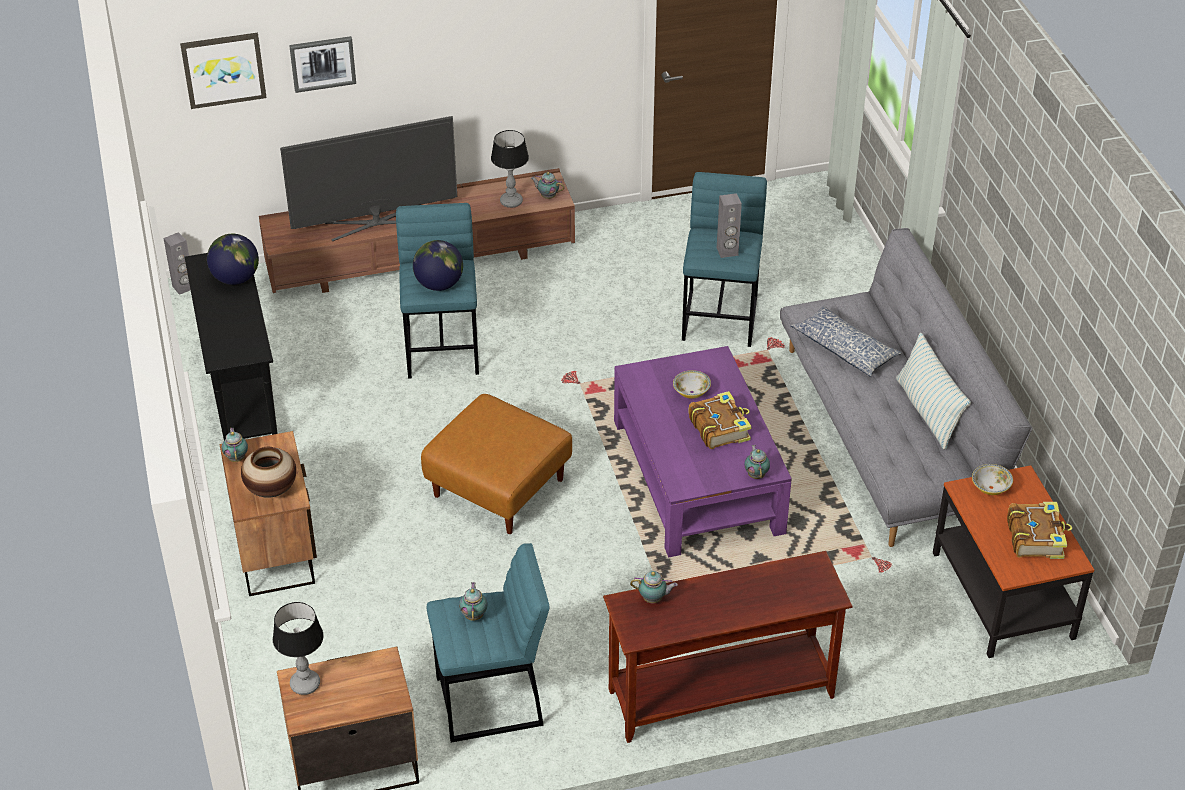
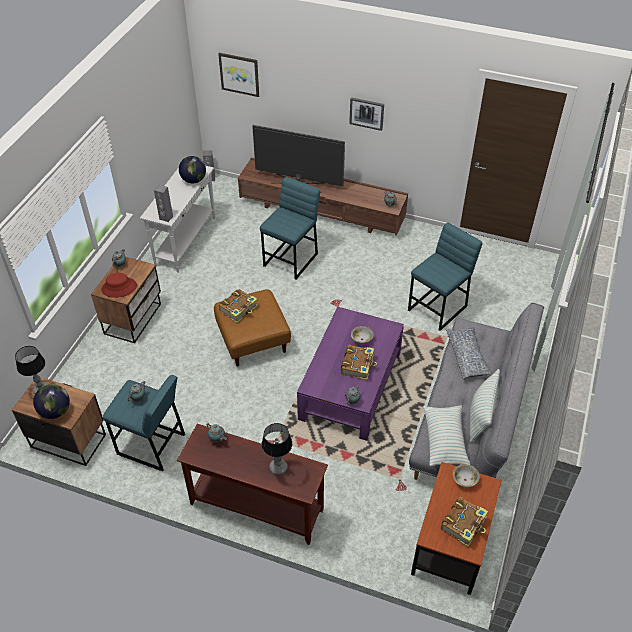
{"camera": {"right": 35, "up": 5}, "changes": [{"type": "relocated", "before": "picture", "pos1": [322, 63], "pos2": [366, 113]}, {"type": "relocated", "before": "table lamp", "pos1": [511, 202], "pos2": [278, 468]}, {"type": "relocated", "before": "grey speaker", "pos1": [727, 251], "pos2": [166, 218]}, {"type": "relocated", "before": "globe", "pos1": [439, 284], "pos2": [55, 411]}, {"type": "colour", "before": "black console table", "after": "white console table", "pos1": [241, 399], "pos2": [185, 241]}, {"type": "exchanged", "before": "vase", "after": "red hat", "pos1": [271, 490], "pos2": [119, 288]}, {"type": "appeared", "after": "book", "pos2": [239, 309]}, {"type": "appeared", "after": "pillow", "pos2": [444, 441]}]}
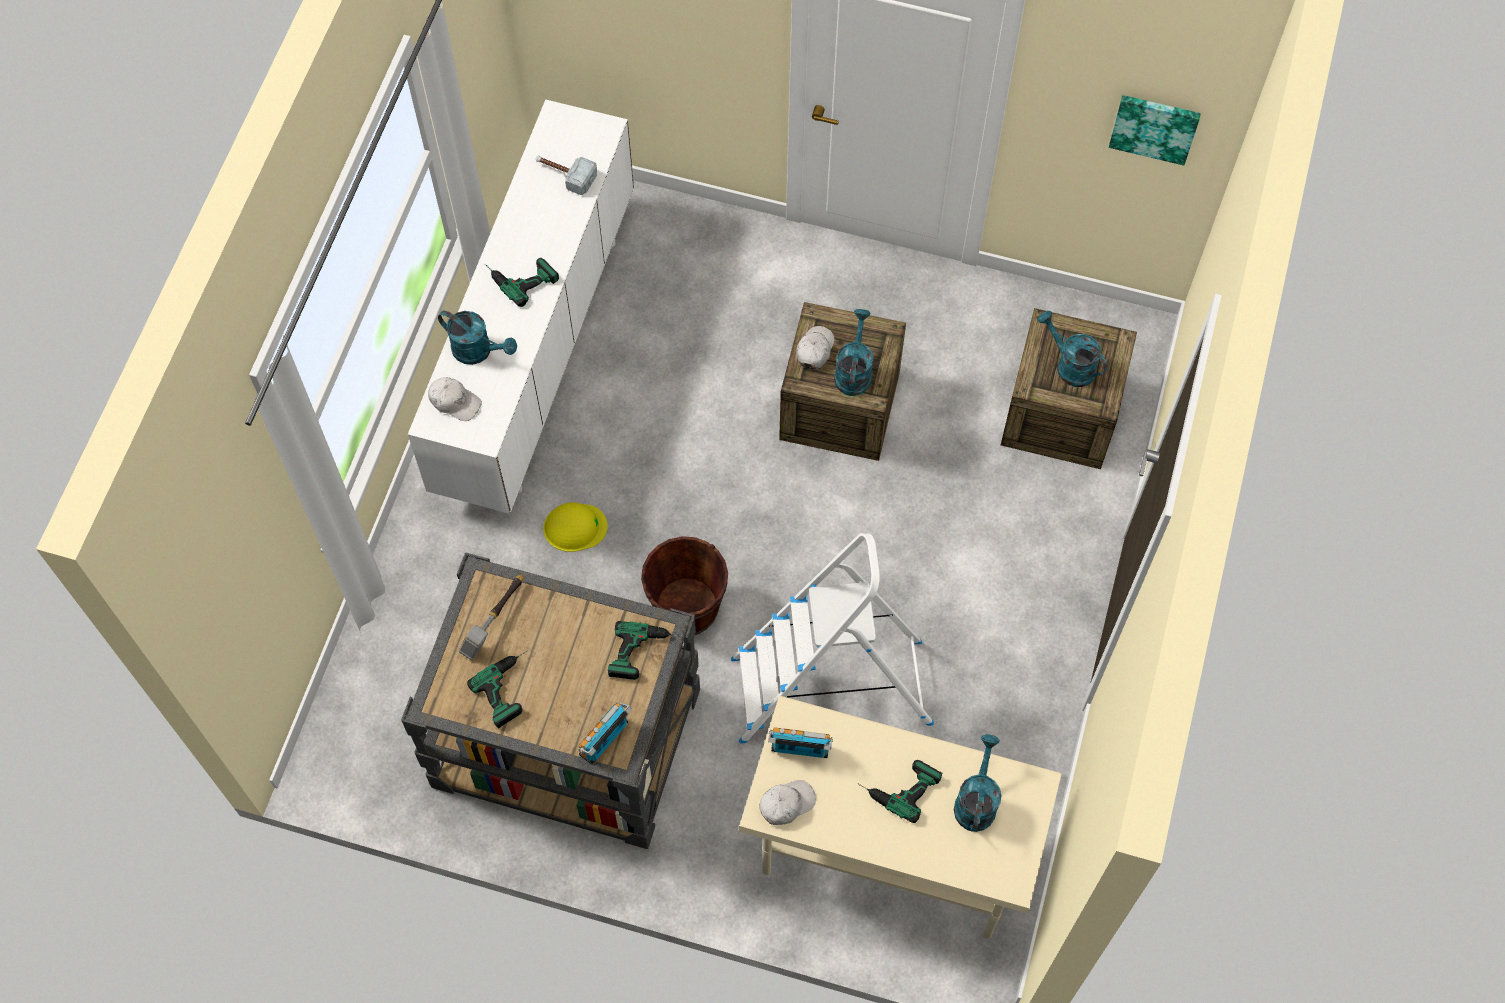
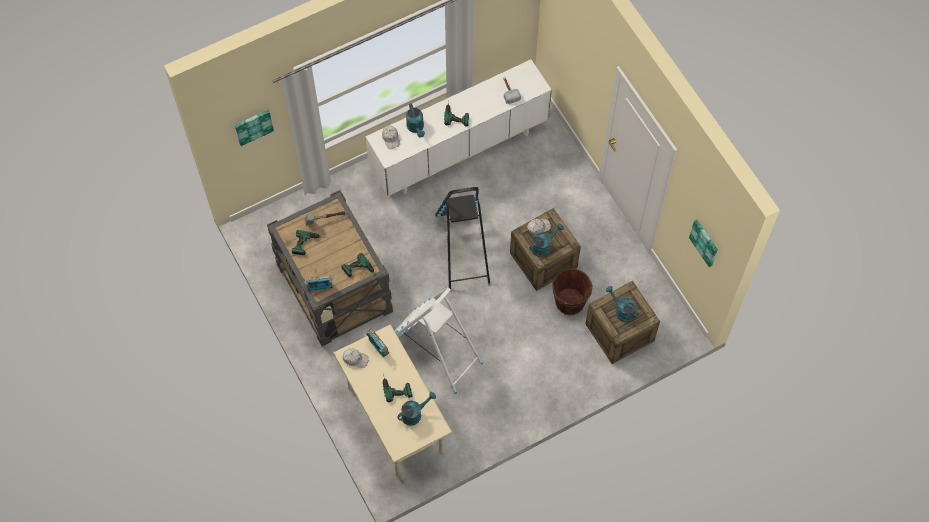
{"camera": {"right": 45, "up": 0}, "changes": [{"type": "spun", "before": "turquoise watering can", "pos1": [1069, 365], "pos2": [622, 311], "turn": -45}, {"type": "missing", "before": "yellow hard hat", "pos1": [574, 527]}, {"type": "relocated", "before": "brown bucket", "pos1": [687, 608], "pos2": [570, 302]}, {"type": "appeared", "after": "picture", "pos2": [253, 126]}, {"type": "appeared", "after": "black step ladder", "pos2": [462, 248]}]}
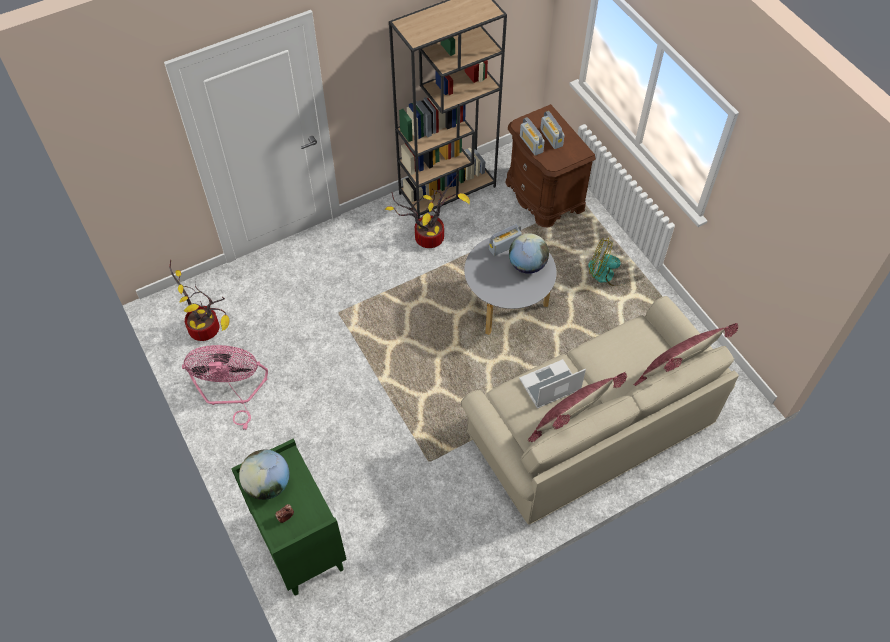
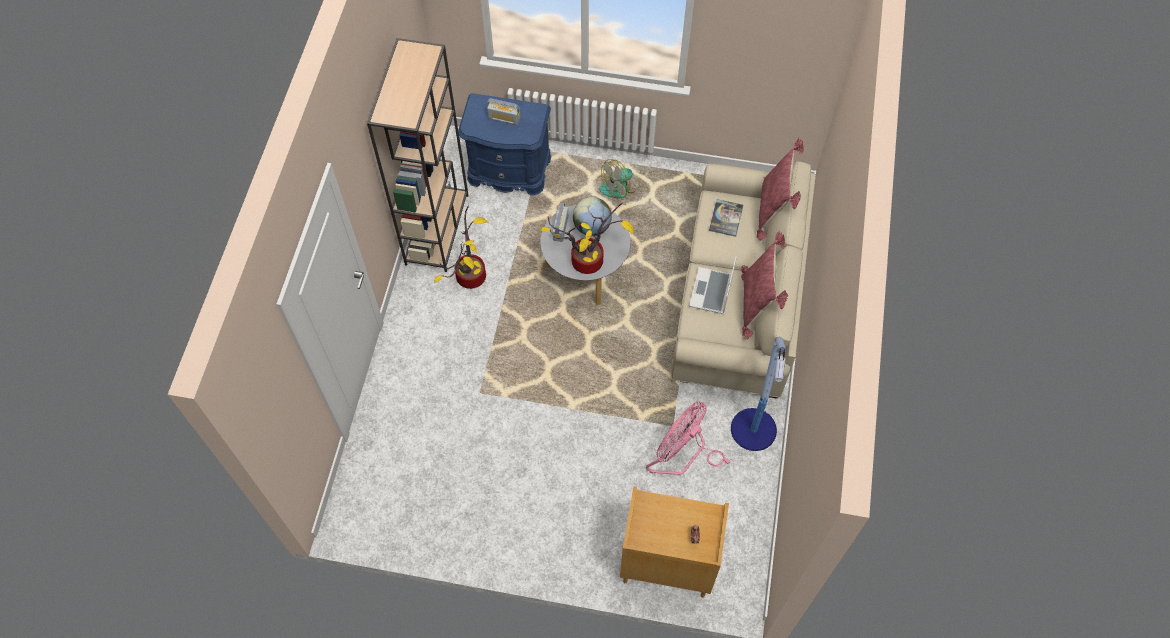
{"camera": {"right": -50, "up": 5}, "changes": [{"type": "colour", "before": "brown nightstand", "after": "blue nightstand", "pos1": [542, 196], "pos2": [509, 172]}, {"type": "missing", "before": "radio", "pos1": [531, 144]}, {"type": "relocated", "before": "potted plant", "pos1": [207, 328], "pos2": [589, 259]}, {"type": "relocated", "before": "pink fan", "pos1": [231, 393], "pos2": [686, 451]}, {"type": "colour", "before": "green cabinet", "after": "brown cabinet", "pos1": [301, 546], "pos2": [666, 565]}, {"type": "missing", "before": "globe", "pos1": [268, 484]}, {"type": "appeared", "after": "book", "pos2": [726, 218]}, {"type": "appeared", "after": "floor lamp", "pos2": [753, 431]}]}
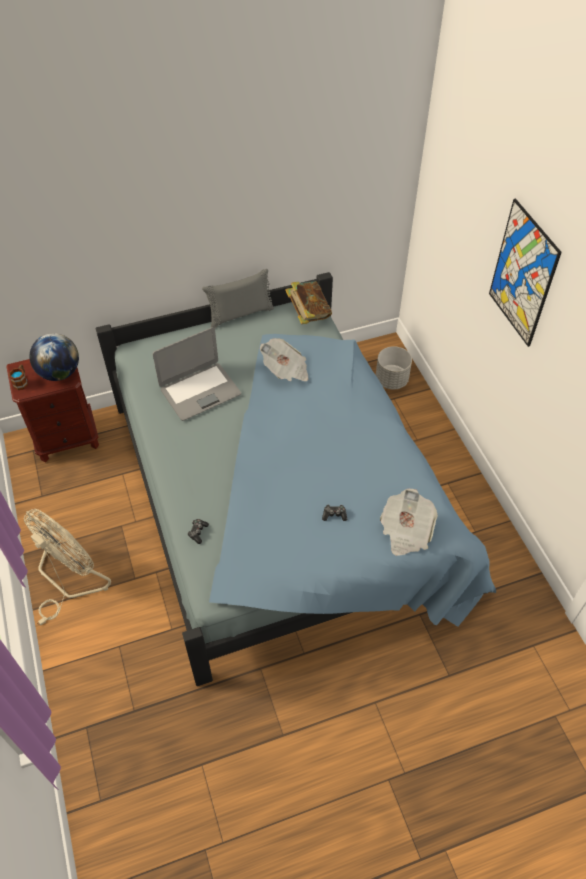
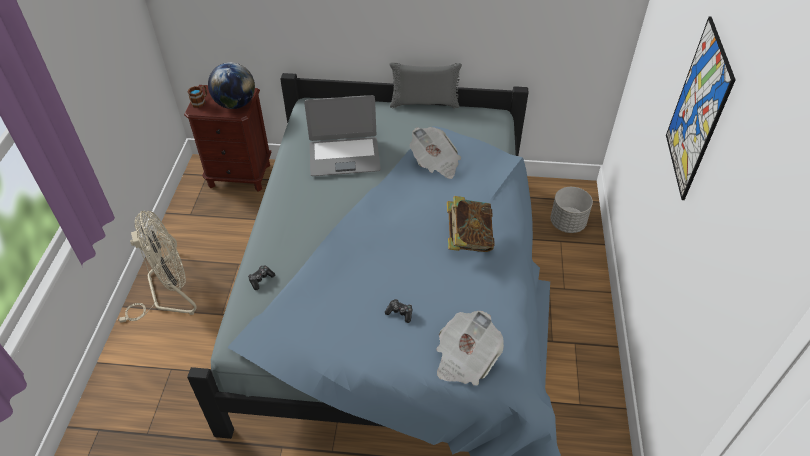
{"camera": {"right": 25, "up": -5}, "changes": [{"type": "relocated", "before": "book", "pos1": [308, 314], "pos2": [468, 239]}]}
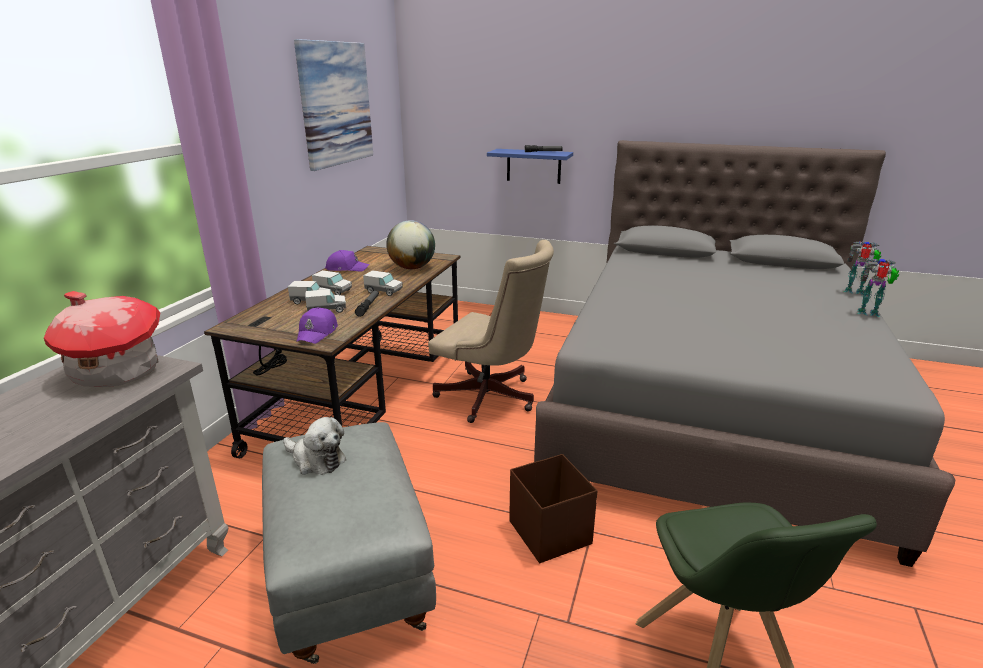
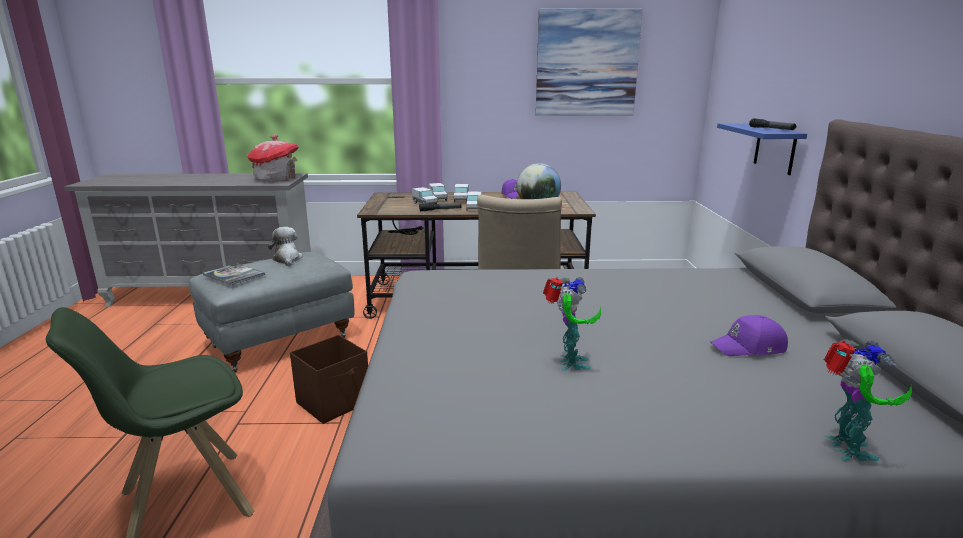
{"camera": {"right": 70, "up": -5}, "changes": [{"type": "relocated", "before": "toy robot", "pos1": [869, 313], "pos2": [569, 363]}, {"type": "relocated", "before": "purple cap", "pos1": [317, 333], "pos2": [749, 347]}, {"type": "spun", "before": "plush toy", "pos1": [316, 460], "pos2": [287, 259], "turn": 150}, {"type": "appeared", "after": "book", "pos2": [234, 275]}]}
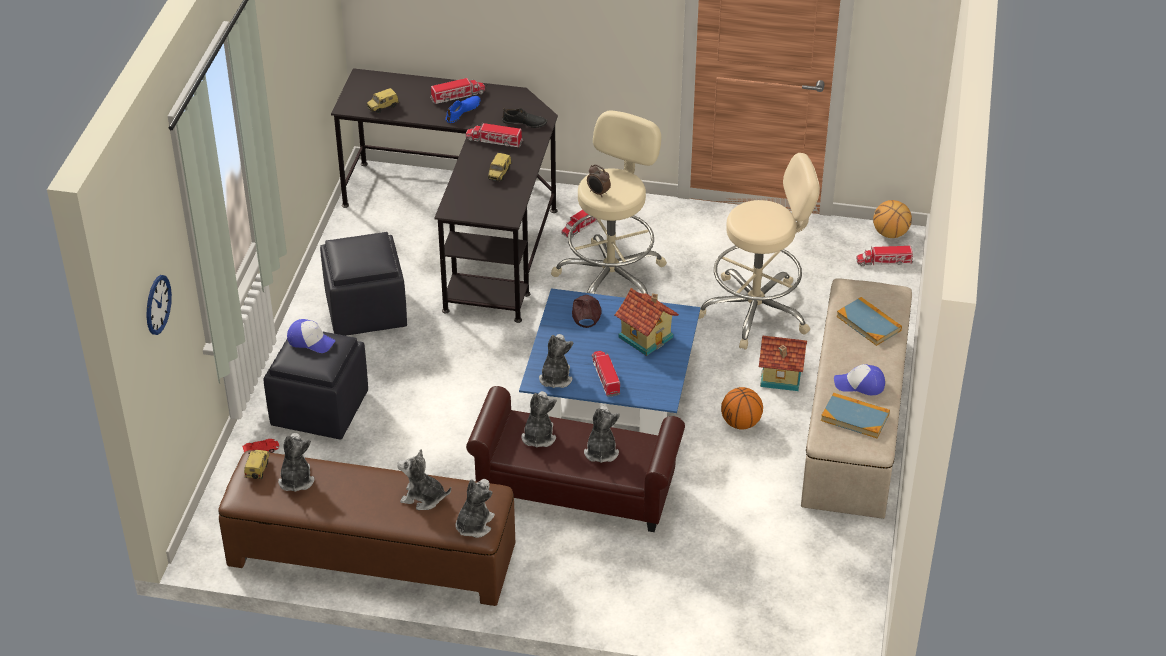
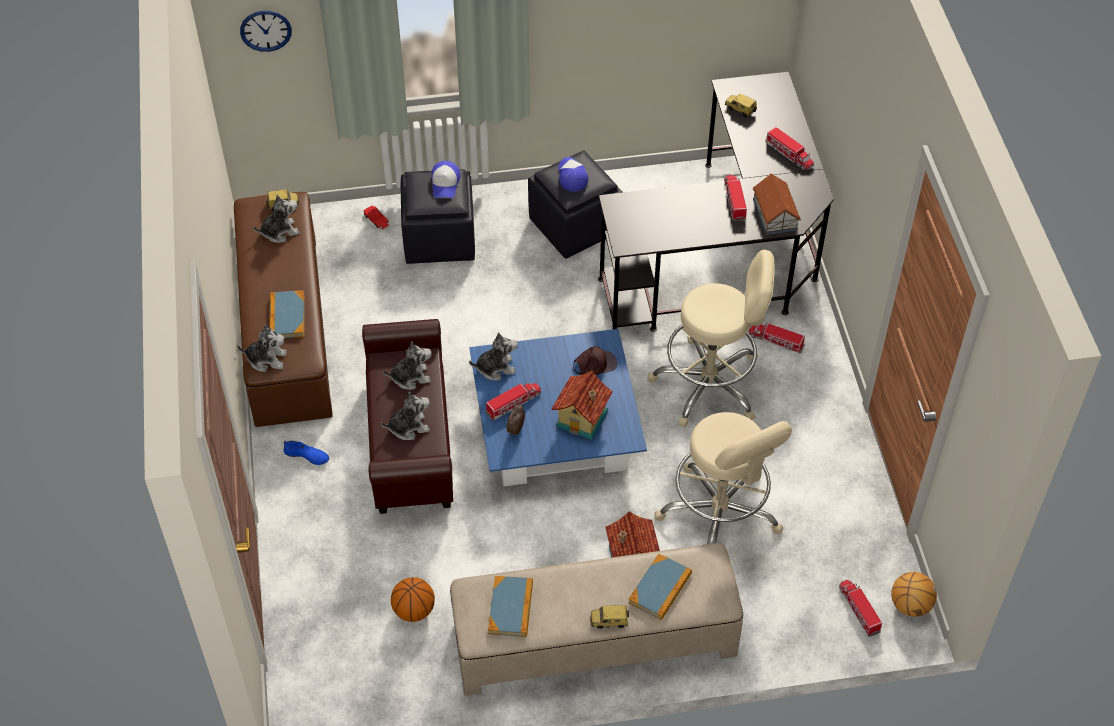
{"camera": {"right": 70, "up": 10}, "changes": [{"type": "relocated", "before": "blue shoe", "pos1": [463, 112], "pos2": [307, 456]}, {"type": "exchanged", "before": "black shoe", "after": "toy house", "pos1": [524, 123], "pos2": [775, 214]}, {"type": "relocated", "before": "toy car", "pos1": [500, 174], "pos2": [609, 622]}, {"type": "relocated", "before": "alarm clock", "pos1": [598, 193], "pos2": [515, 430]}, {"type": "relocated", "before": "cap", "pos1": [859, 384], "pos2": [571, 176]}, {"type": "relocated", "before": "basketball", "pos1": [740, 423], "pos2": [414, 610]}, {"type": "exchanged", "before": "plush toy", "after": "book", "pos1": [423, 498], "pos2": [287, 316]}]}
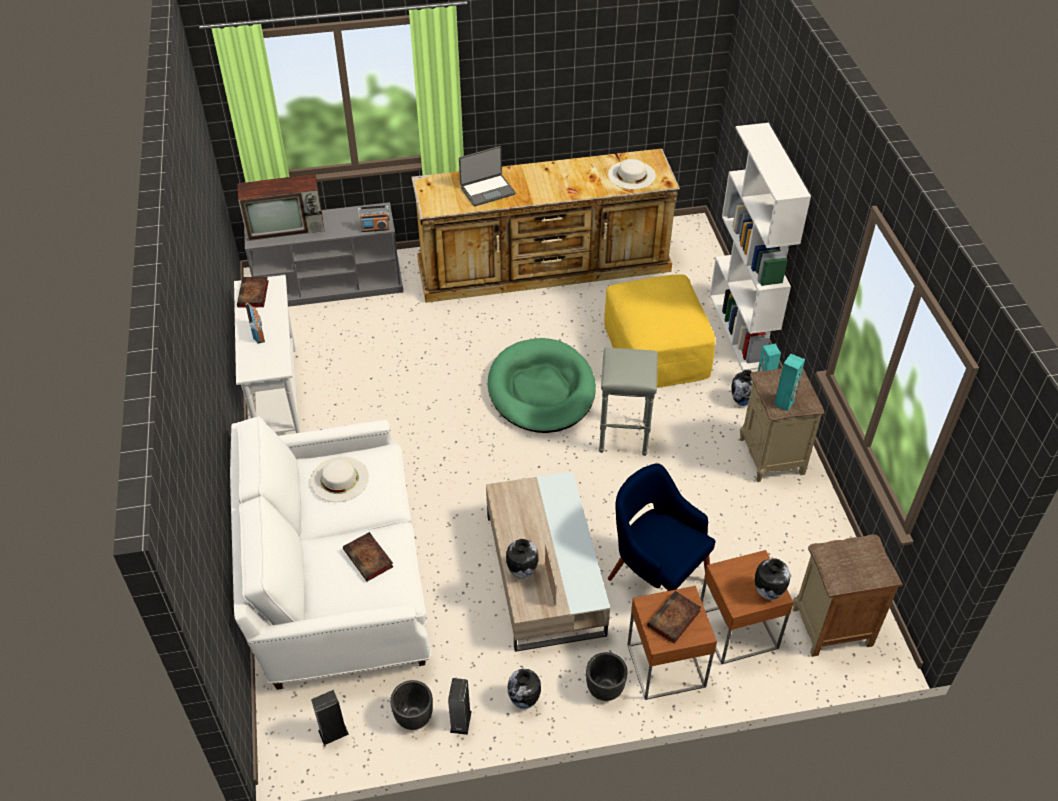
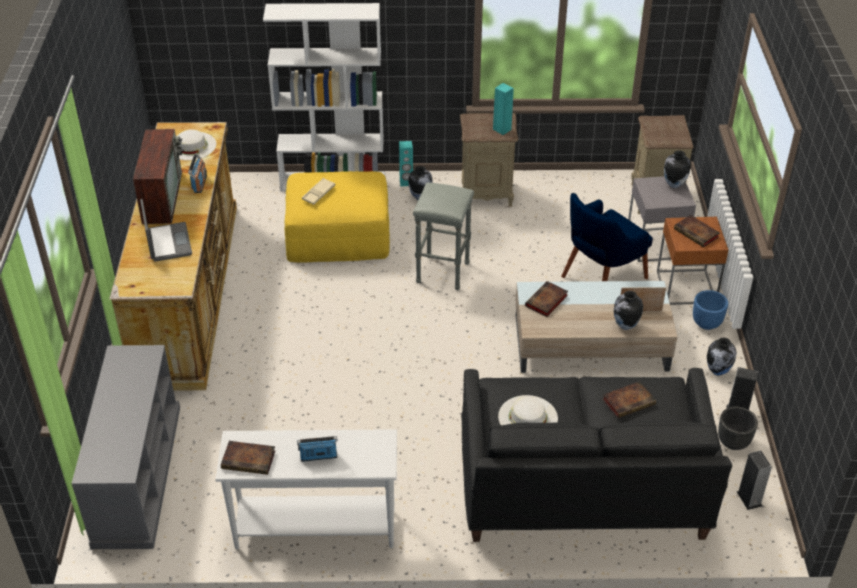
{"camera": {"right": -80, "up": -5}, "changes": [{"type": "relocated", "before": "television", "pos1": [287, 227], "pos2": [162, 196]}, {"type": "relocated", "before": "radio", "pos1": [375, 228], "pos2": [199, 184]}, {"type": "missing", "before": "green dog bed", "pos1": [541, 390]}, {"type": "colour", "before": "white sofa", "after": "black sofa", "pos1": [337, 580], "pos2": [582, 487]}, {"type": "colour", "before": "brown side table", "after": "grey side table", "pos1": [737, 630], "pos2": [656, 244]}, {"type": "colour", "before": "black planter", "after": "blue planter", "pos1": [604, 688], "pos2": [706, 323]}, {"type": "appeared", "after": "beige tray", "pos2": [318, 193]}, {"type": "appeared", "after": "book", "pos2": [546, 302]}]}
